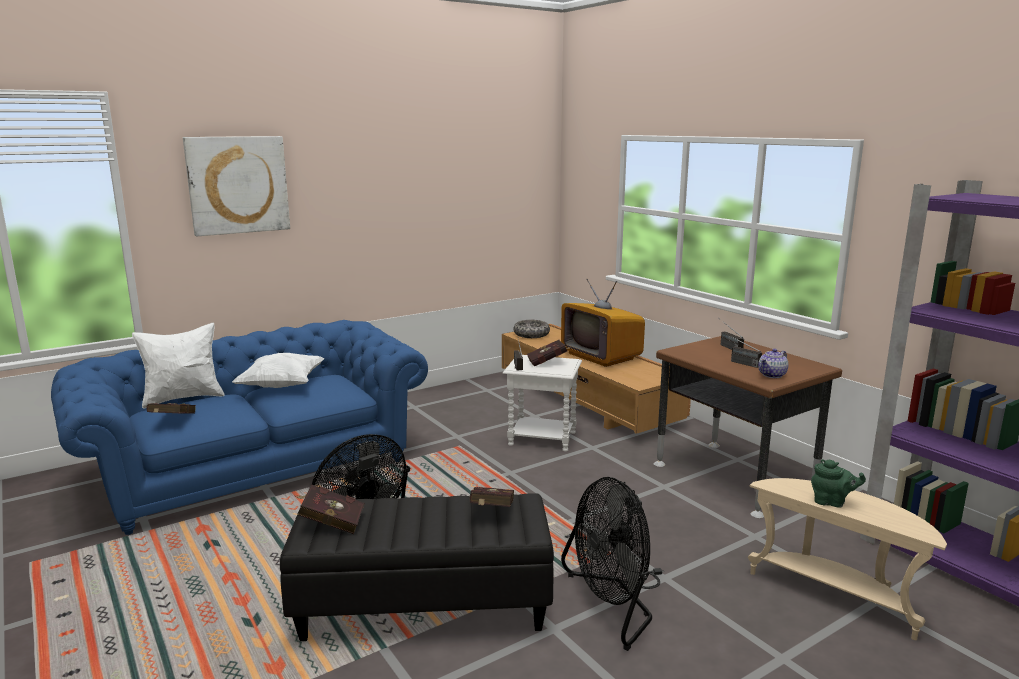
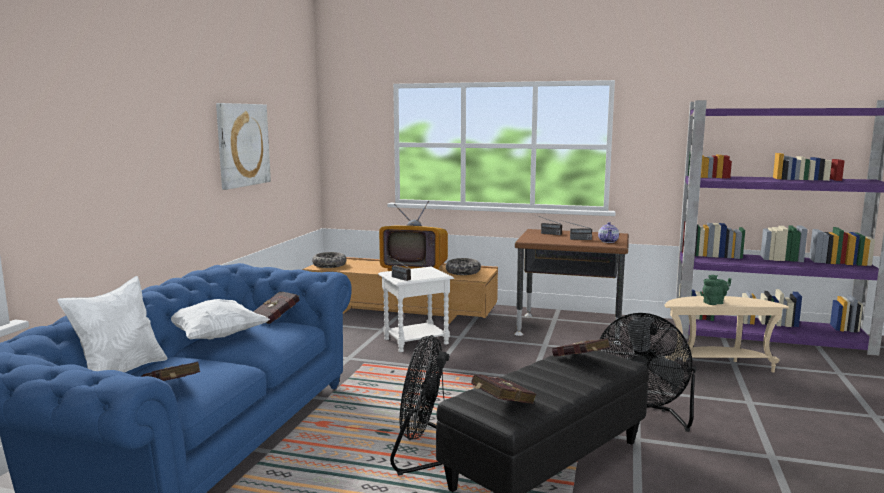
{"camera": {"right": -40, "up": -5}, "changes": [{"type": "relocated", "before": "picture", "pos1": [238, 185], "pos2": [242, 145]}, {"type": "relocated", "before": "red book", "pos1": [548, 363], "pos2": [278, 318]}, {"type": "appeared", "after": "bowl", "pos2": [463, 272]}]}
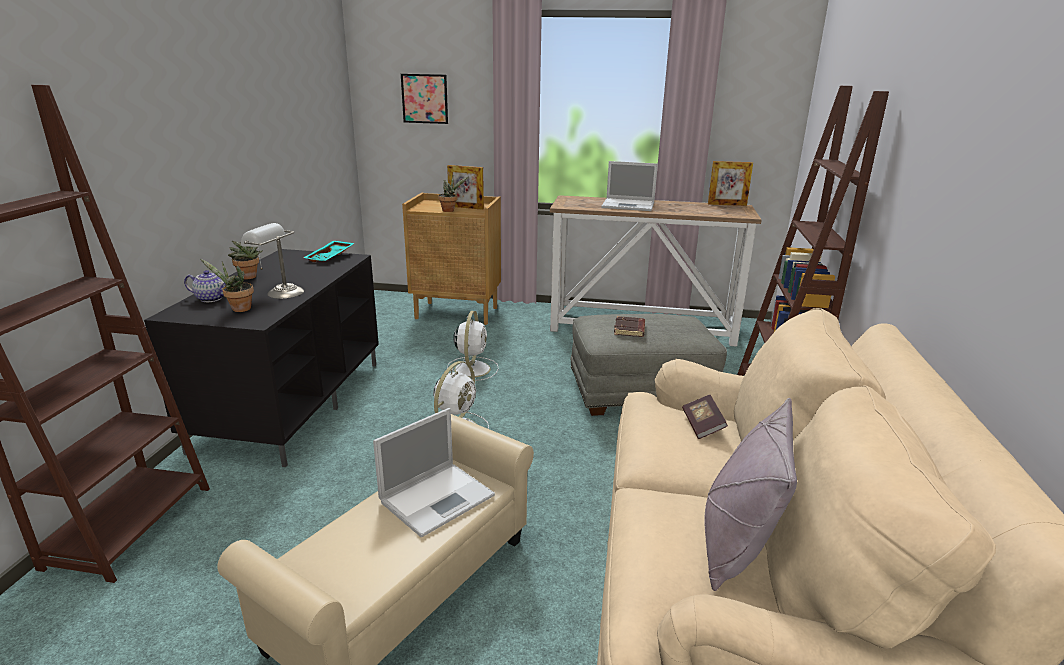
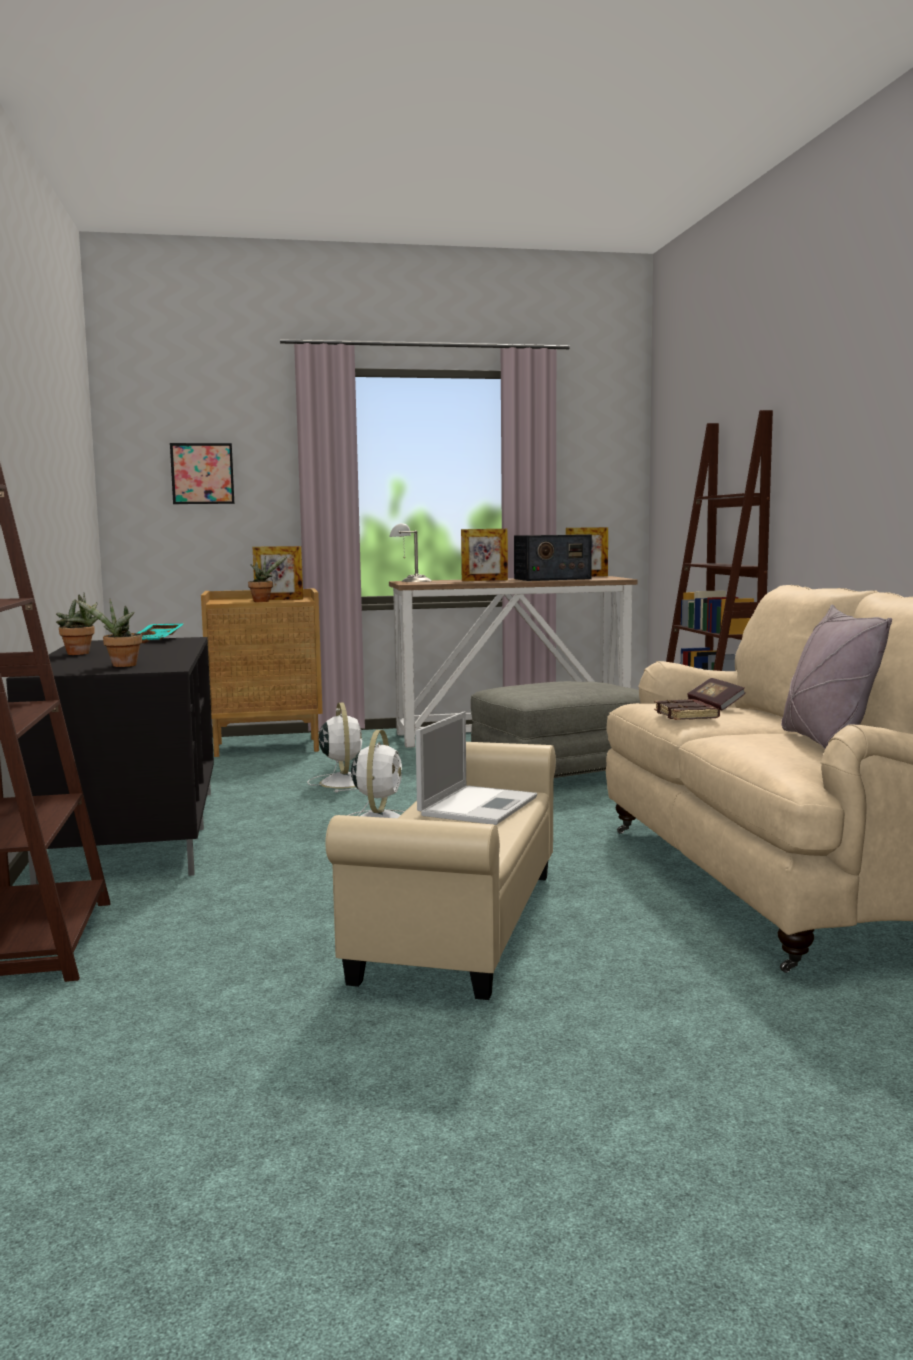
{"camera": {"right": -20, "up": -15}, "changes": [{"type": "exchanged", "before": "laptop", "after": "picture frame", "pos1": [629, 205], "pos2": [484, 580]}, {"type": "relocated", "before": "white table lamp", "pos1": [278, 291], "pos2": [410, 581]}, {"type": "missing", "before": "teapot", "pos1": [212, 298]}, {"type": "relocated", "before": "brown book", "pos1": [630, 330], "pos2": [687, 715]}, {"type": "appeared", "after": "radio", "pos2": [551, 579]}]}
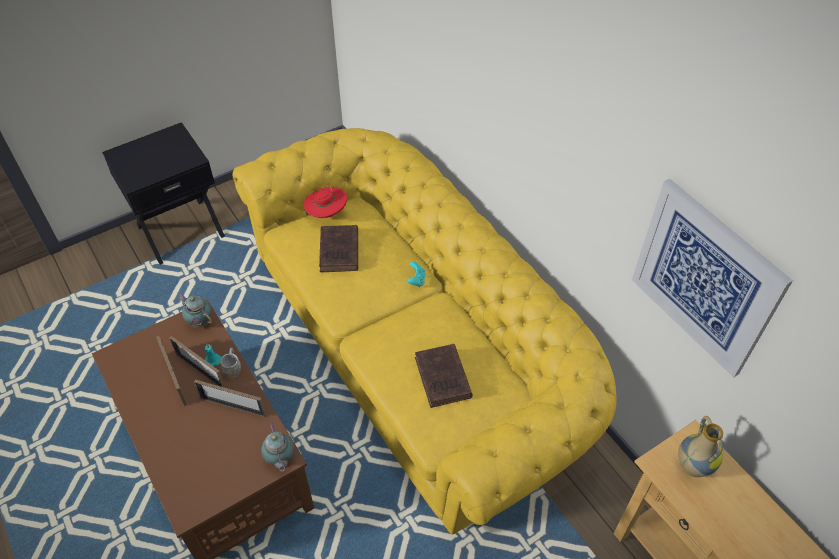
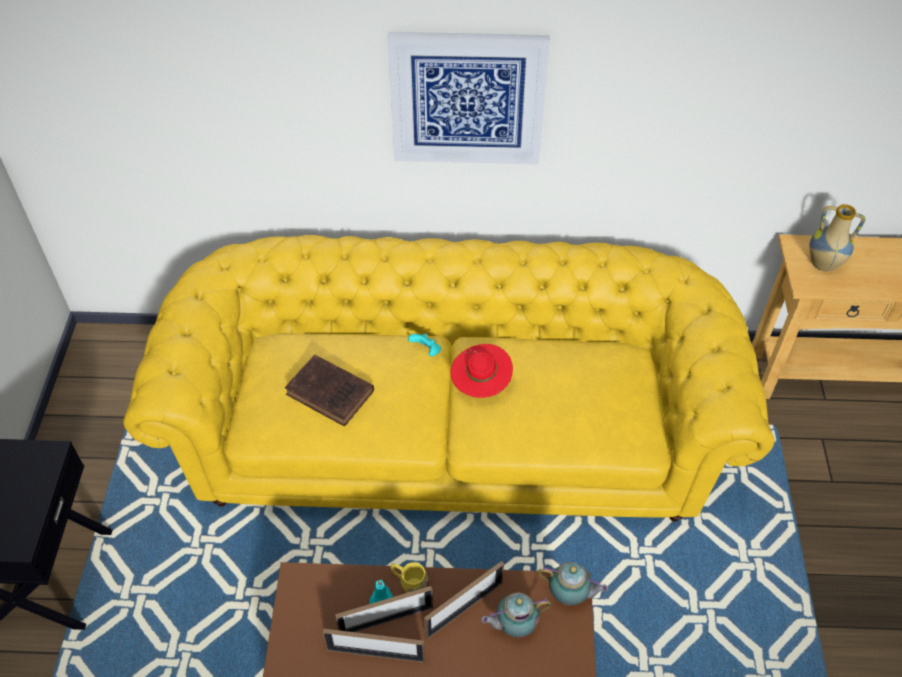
{"camera": {"right": -55, "up": 0}, "changes": [{"type": "relocated", "before": "picture", "pos1": [705, 278], "pos2": [467, 99]}, {"type": "relocated", "before": "red hat", "pos1": [327, 213], "pos2": [480, 385]}, {"type": "relocated", "before": "teapot", "pos1": [200, 321], "pos2": [514, 626]}, {"type": "missing", "before": "brown book", "pos1": [443, 379]}, {"type": "colour", "before": "grey mug", "after": "yellow mug", "pos1": [233, 368], "pos2": [408, 583]}]}
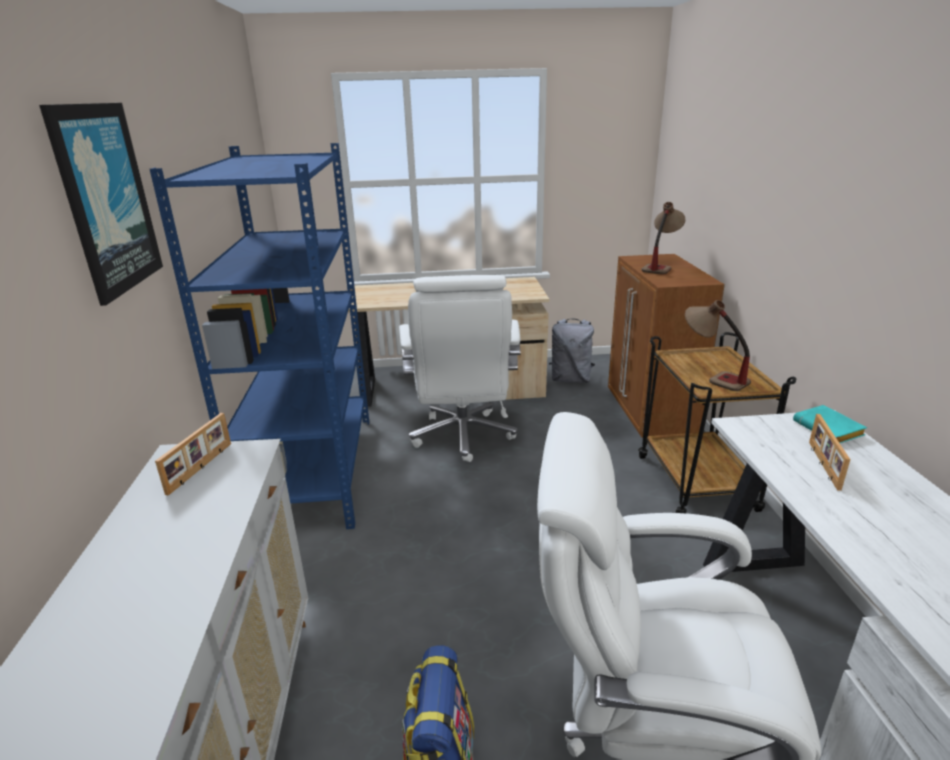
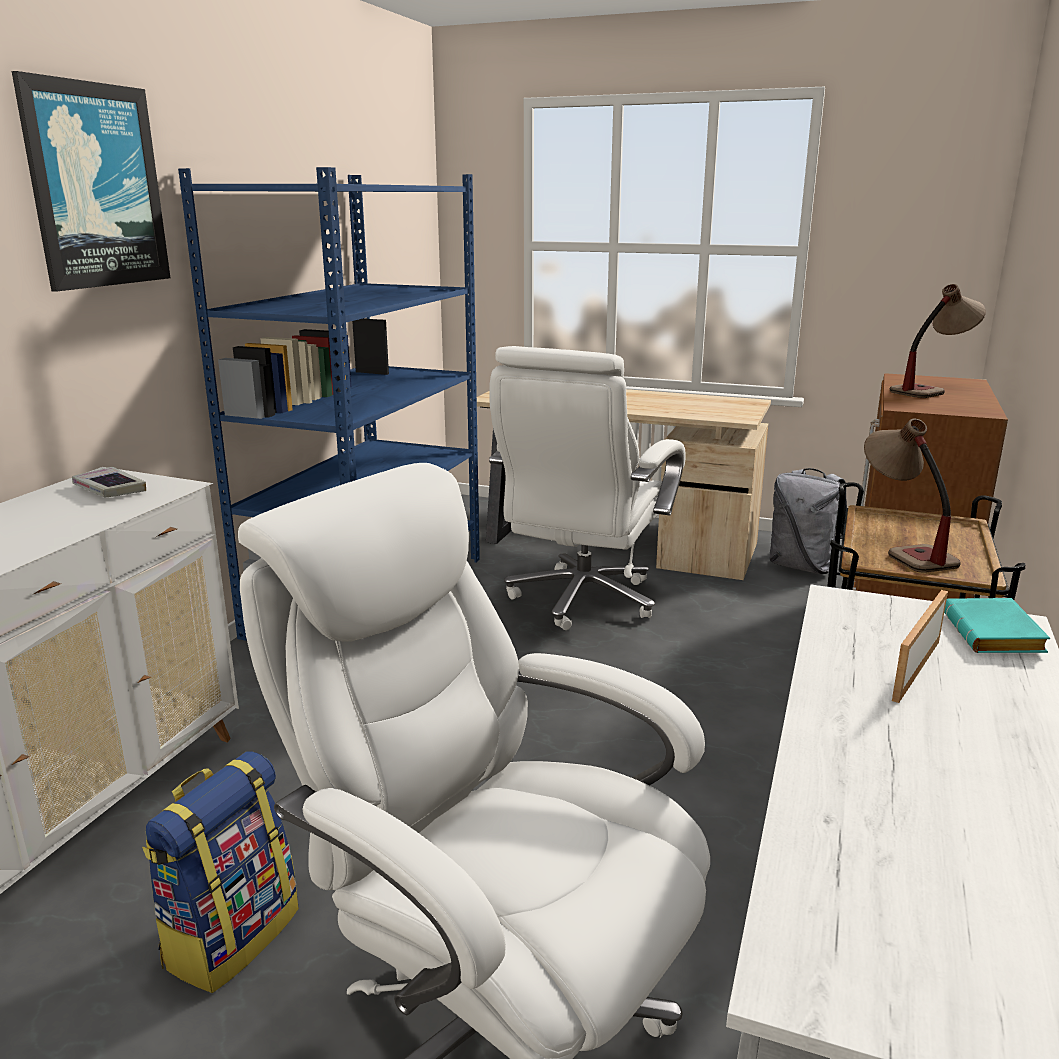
{"camera": {"right": 25, "up": -5}, "changes": [{"type": "exchanged", "before": "picture frame", "after": "book", "pos1": [201, 468], "pos2": [109, 489]}]}
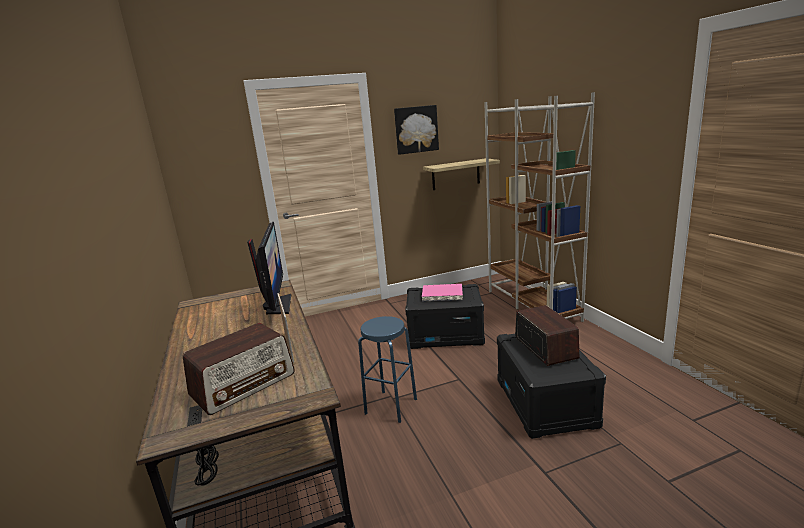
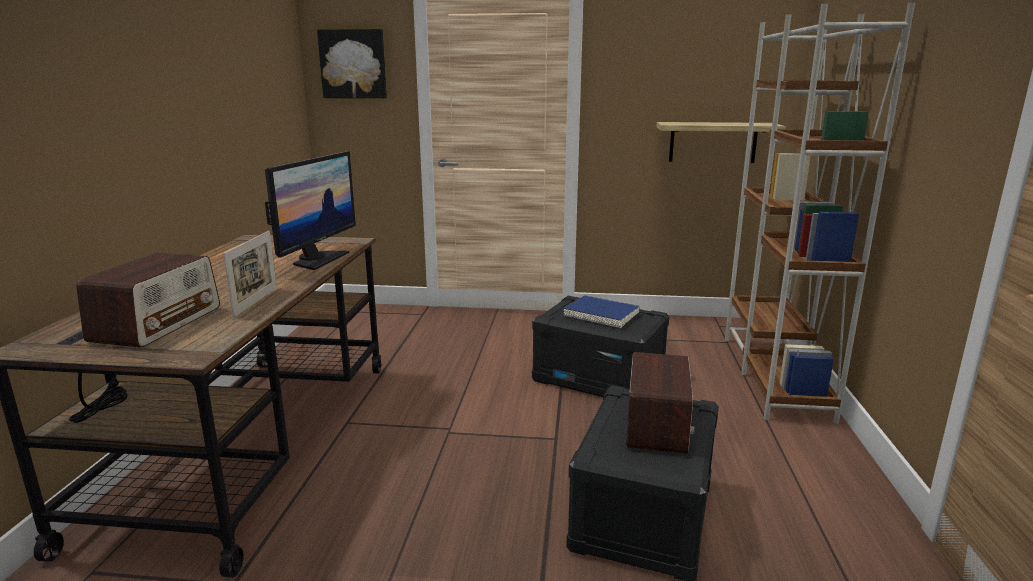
{"camera": {"right": 25, "up": 0}, "changes": [{"type": "relocated", "before": "picture", "pos1": [416, 129], "pos2": [353, 64]}, {"type": "colour", "before": "pink book", "after": "blue book", "pos1": [442, 294], "pos2": [601, 314]}, {"type": "missing", "before": "blue stool", "pos1": [391, 406]}, {"type": "spun", "before": "radio", "pos1": [244, 384], "pos2": [158, 323], "turn": -60}]}
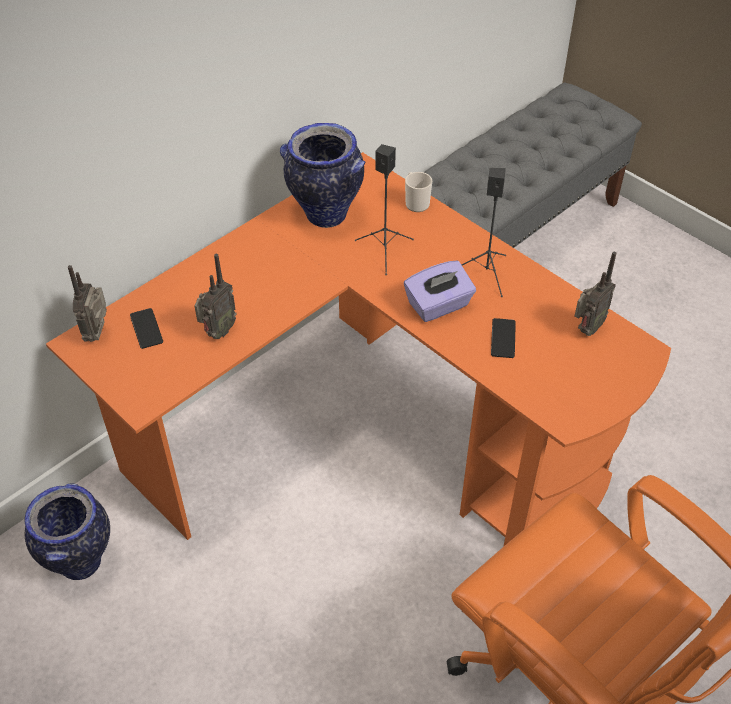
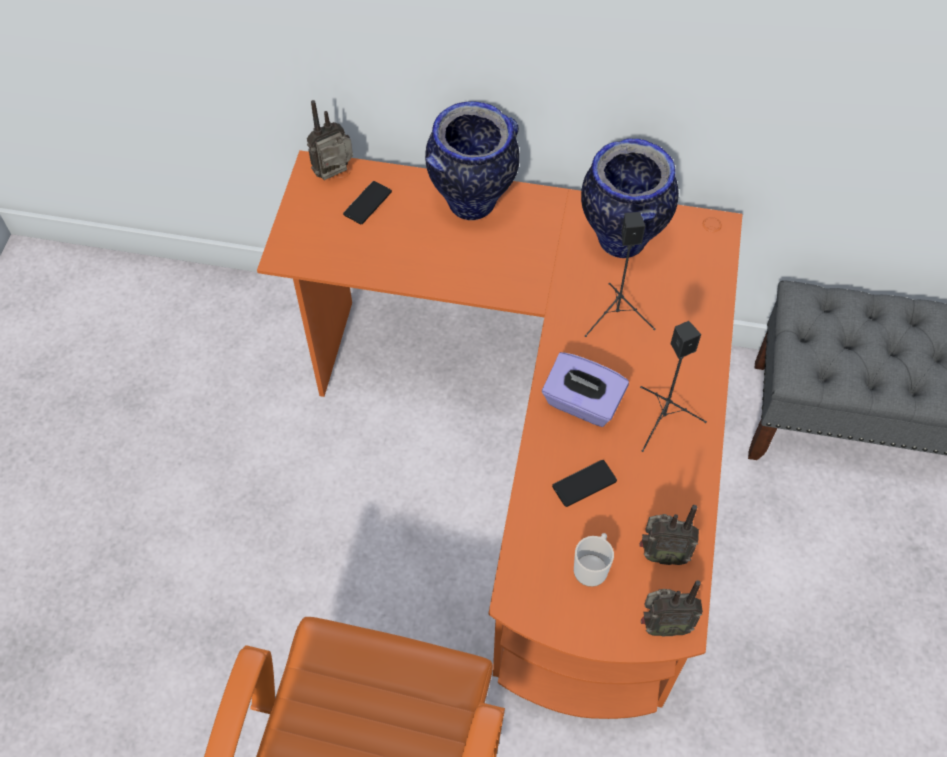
{"camera": {"right": 55, "up": 10}, "changes": [{"type": "relocated", "before": "mug", "pos1": [416, 202], "pos2": [592, 567]}, {"type": "relocated", "before": "radio", "pos1": [217, 332], "pos2": [663, 625]}, {"type": "relocated", "before": "vase", "pos1": [80, 561], "pos2": [472, 202]}]}
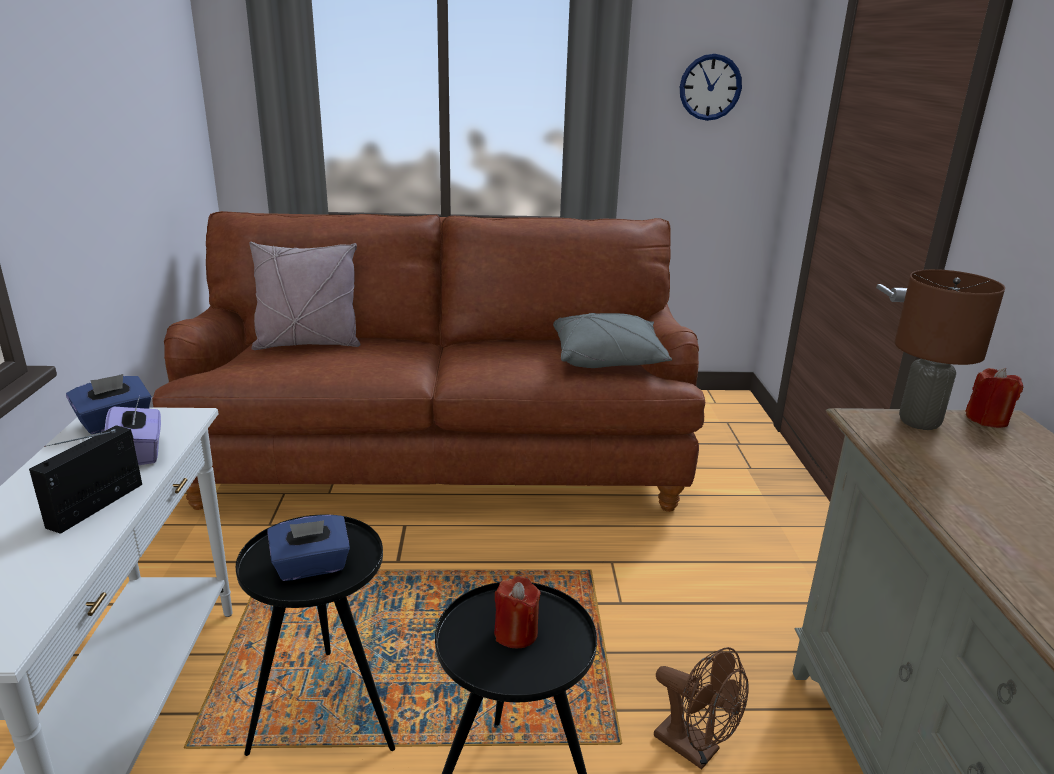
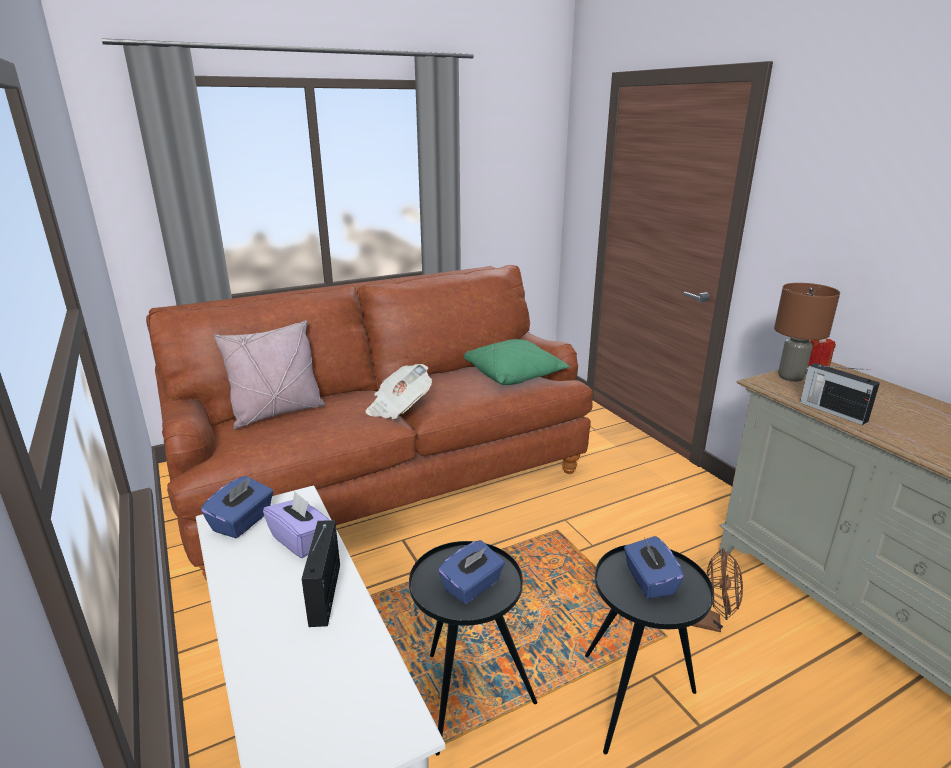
{"camera": {"right": -25, "up": 0}, "changes": [{"type": "missing", "before": "wall clock", "pos1": [710, 87]}, {"type": "colour", "before": "grey pillow", "after": "green pillow", "pos1": [608, 359], "pos2": [514, 375]}, {"type": "exchanged", "before": "red candle", "after": "blue tissue box", "pos1": [516, 633], "pos2": [649, 581]}, {"type": "appeared", "after": "radio", "pos2": [831, 411]}, {"type": "appeared", "after": "newspaper", "pos2": [399, 407]}]}
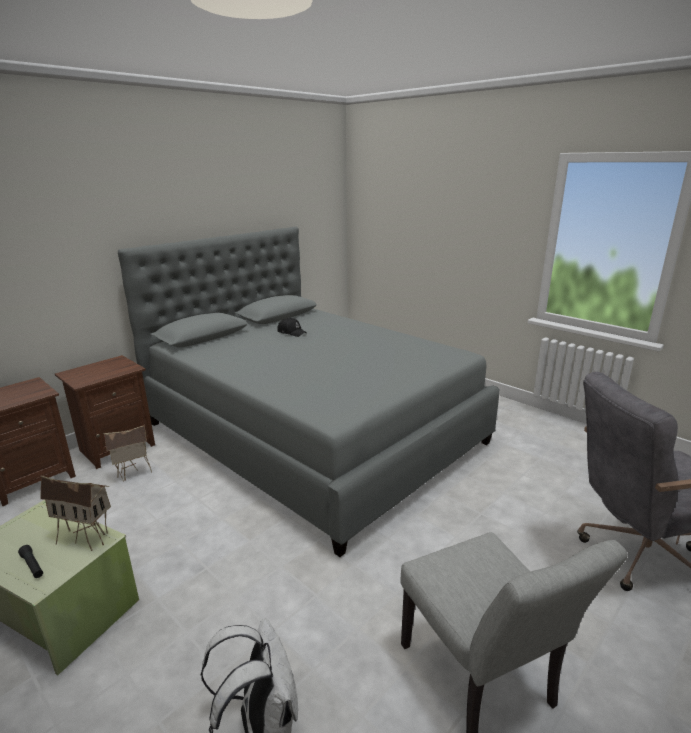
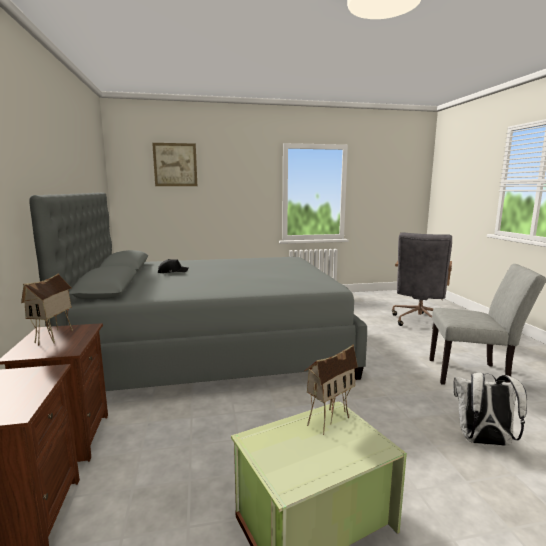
{"camera": {"right": -55, "up": -10}, "changes": [{"type": "relocated", "before": "toy house", "pos1": [133, 474], "pos2": [54, 338]}, {"type": "missing", "before": "black flashlight", "pos1": [32, 566]}, {"type": "appeared", "after": "picture", "pos2": [175, 165]}]}
